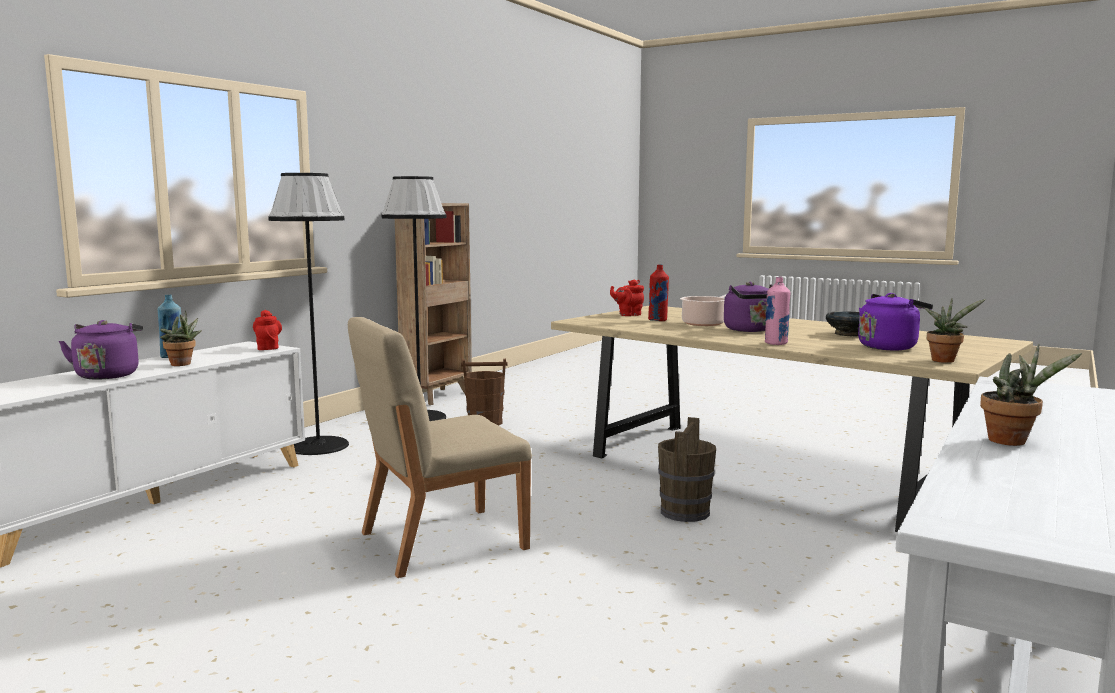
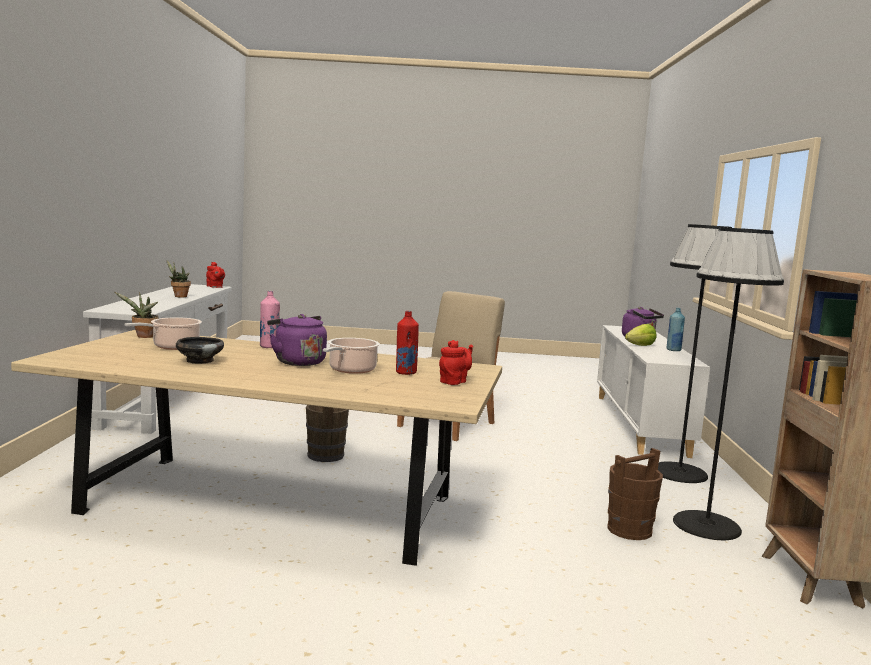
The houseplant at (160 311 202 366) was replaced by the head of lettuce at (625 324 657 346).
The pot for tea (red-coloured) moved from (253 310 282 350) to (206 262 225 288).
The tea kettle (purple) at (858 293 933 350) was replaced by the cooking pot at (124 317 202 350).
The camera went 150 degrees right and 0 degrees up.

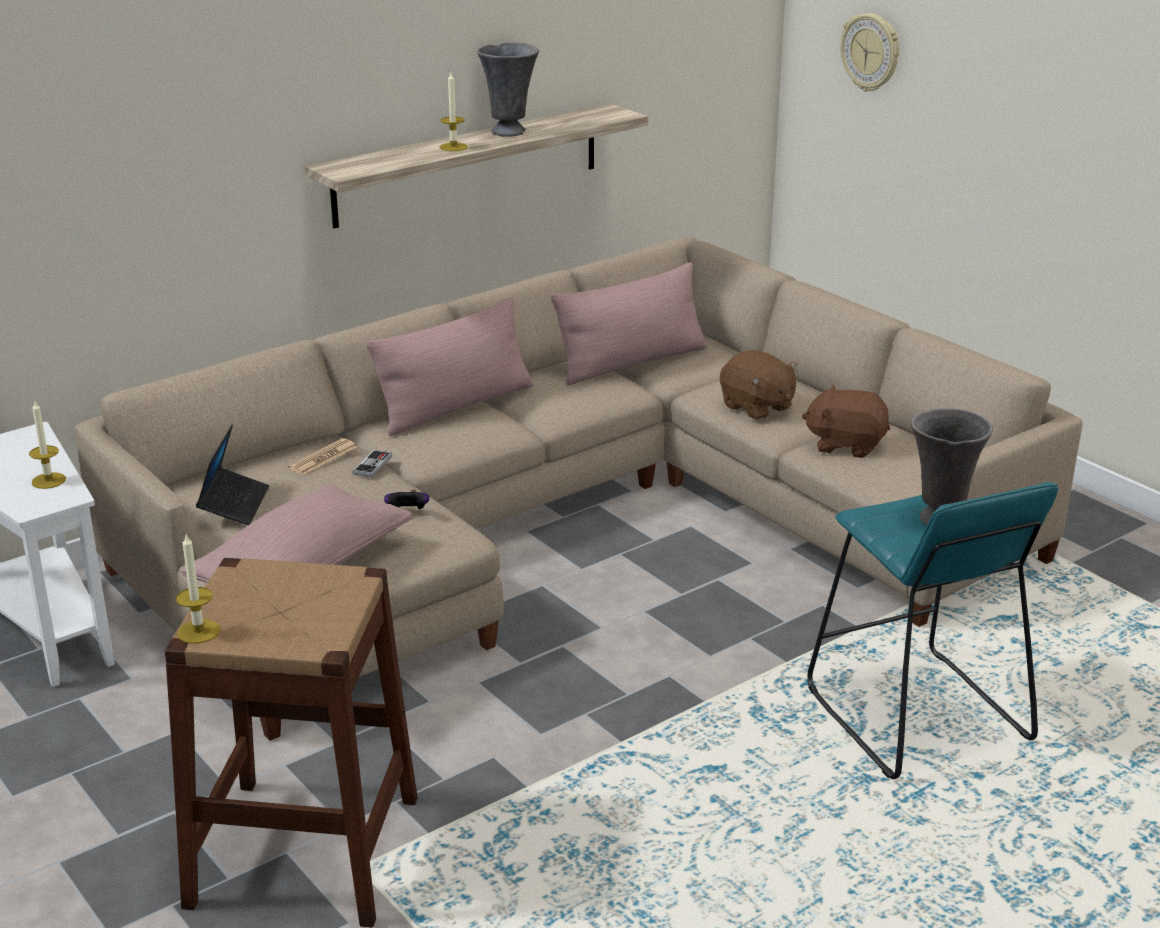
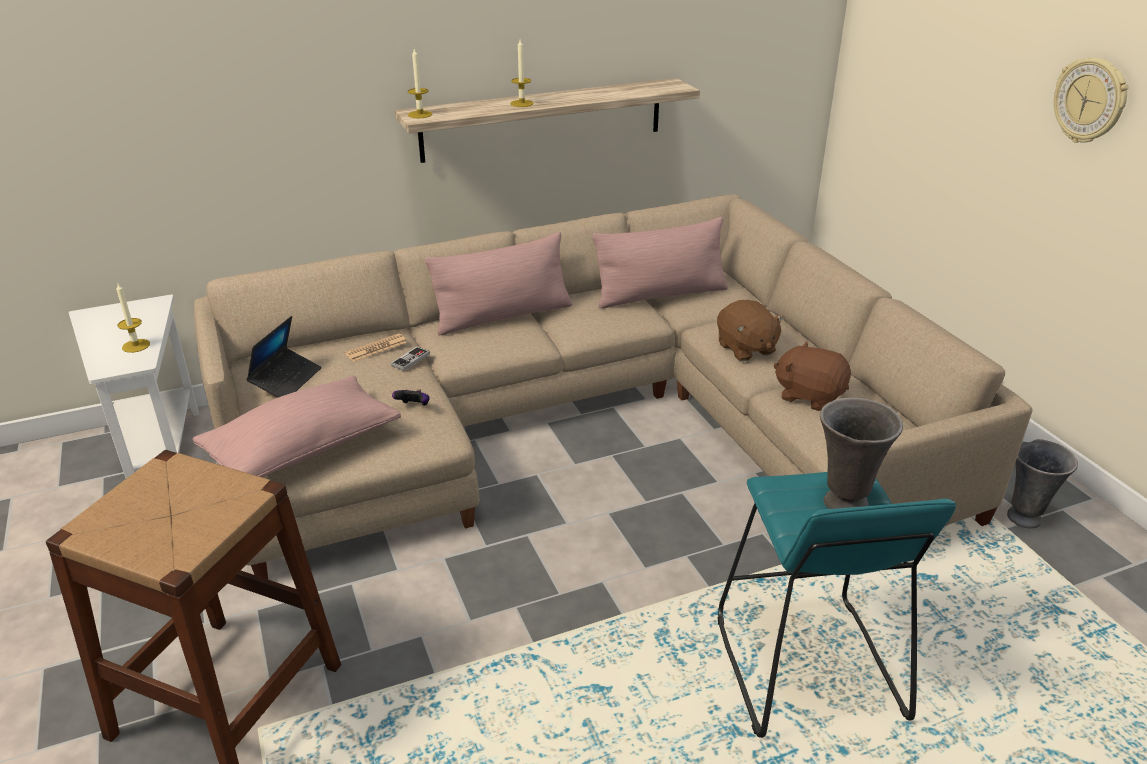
The candle moved from (176 535 221 643) to (408 49 432 118).
The vase (greyish) moved from (477 42 539 137) to (1007 439 1078 528).
The clock on the wall moved from (841 13 899 92) to (1054 58 1128 143).
The camera went 15 degrees right and 5 degrees up.

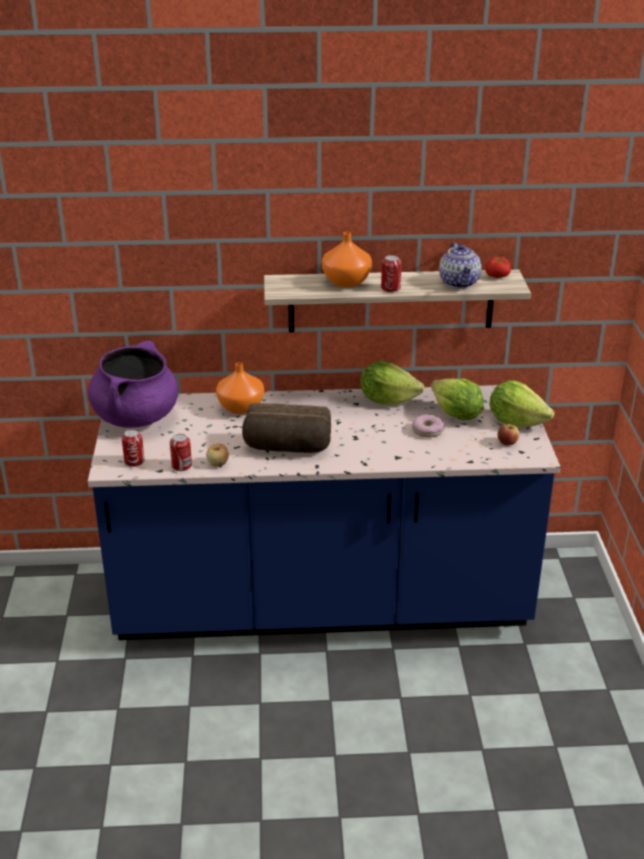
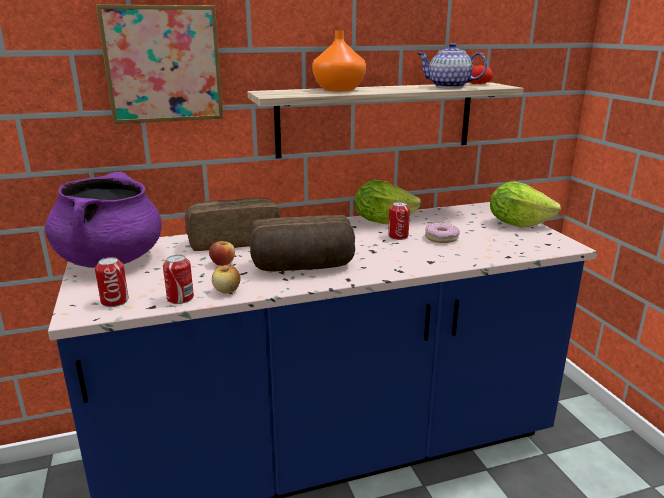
The vase (orange) at (216 362 264 414) was replaced by the baked bread at (185 198 281 251).
The metal can moved from (381 255 402 292) to (388 202 410 240).
The head of lettuce at (431 379 484 420) disappeared.
The pot for tea at (439 242 481 288) turned 135 degrees clockwise.
The apple moved from (497 423 519 446) to (209 239 235 266).
The wall picture at (96 4 223 124) appeared.
The camera went 15 degrees left and 10 degrees down.

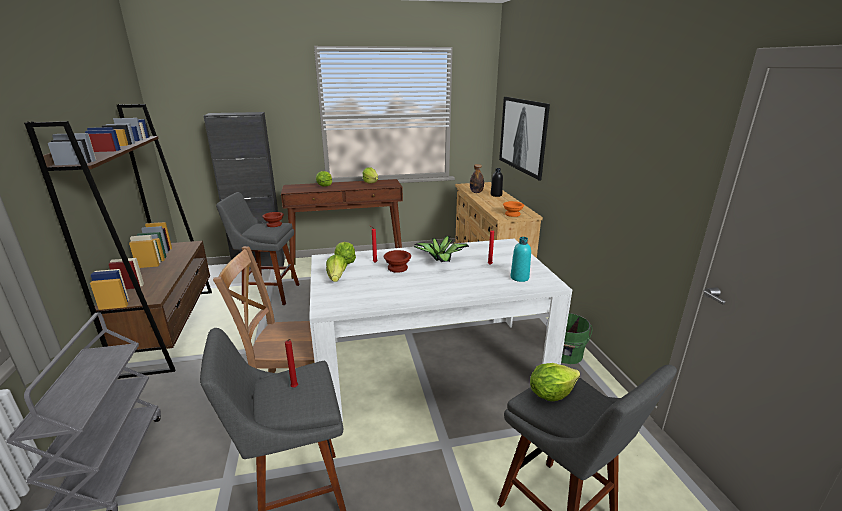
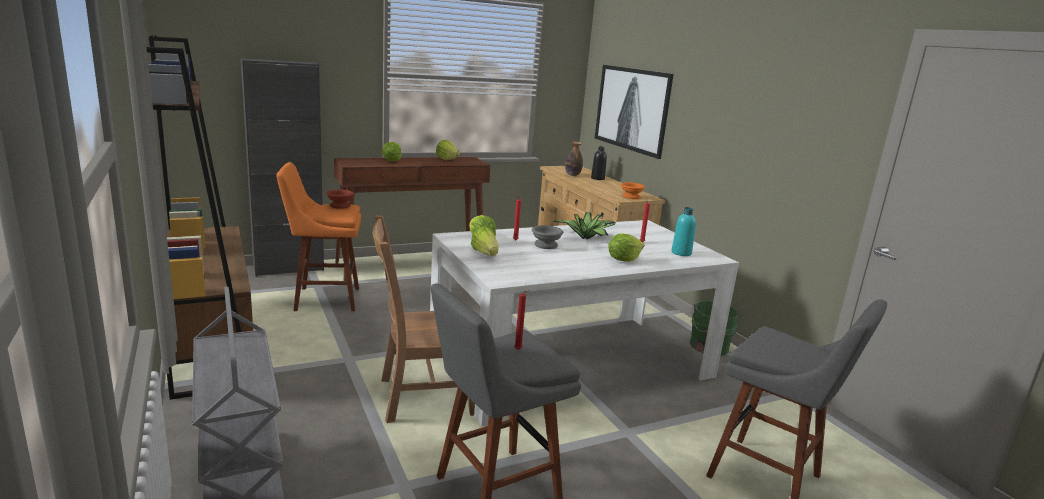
The stool seat (greyish) at (216 192 300 305) became the stool seat (orange) at (276 162 361 311).
The serving bowl (brown-coloured) at (384 250 411 273) became the serving bowl (greyish) at (532 225 563 249).
The head of lettuce moved from (530 363 580 401) to (608 233 644 262).
The camera went 15 degrees left and 5 degrees down.

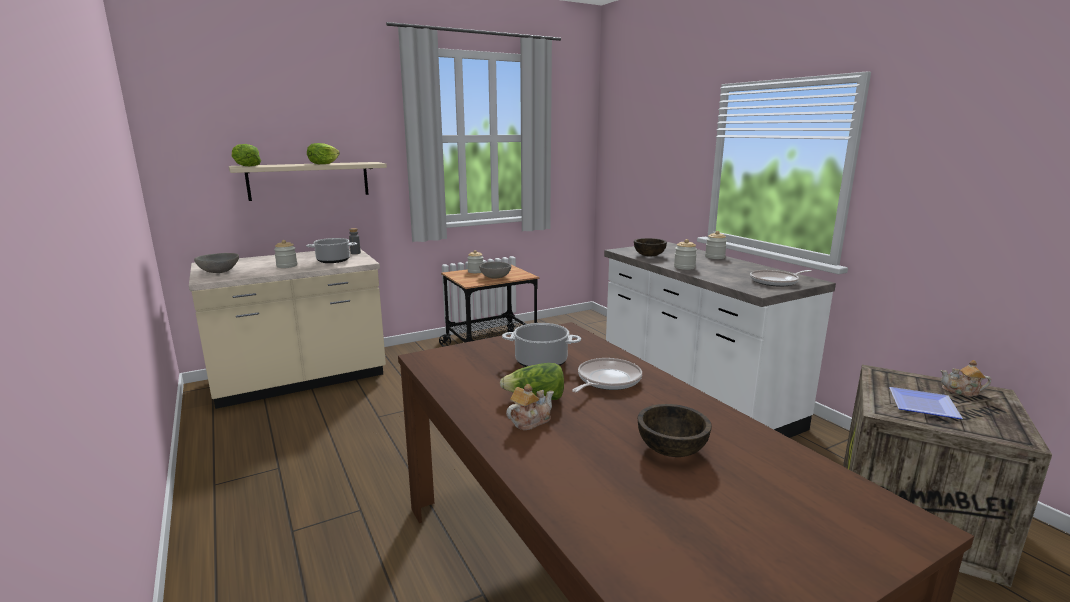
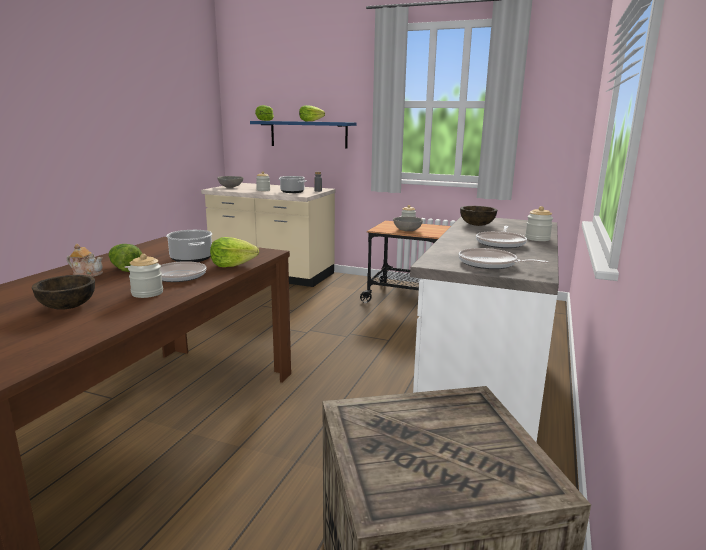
The shelf (sand-coloured) at (229 162 387 201) became the shelf (blue) at (250 121 357 148).
The preserve jar moved from (674 239 697 270) to (128 254 163 298).
The plate at (890 387 963 419) disappeared.
The pot for tea at (940 360 991 397) disappeared.
The head of lettuce at (210 237 259 267) appeared.
The frying pan at (476 226 527 248) appeared.
The camera went 50 degrees right and 0 degrees up.

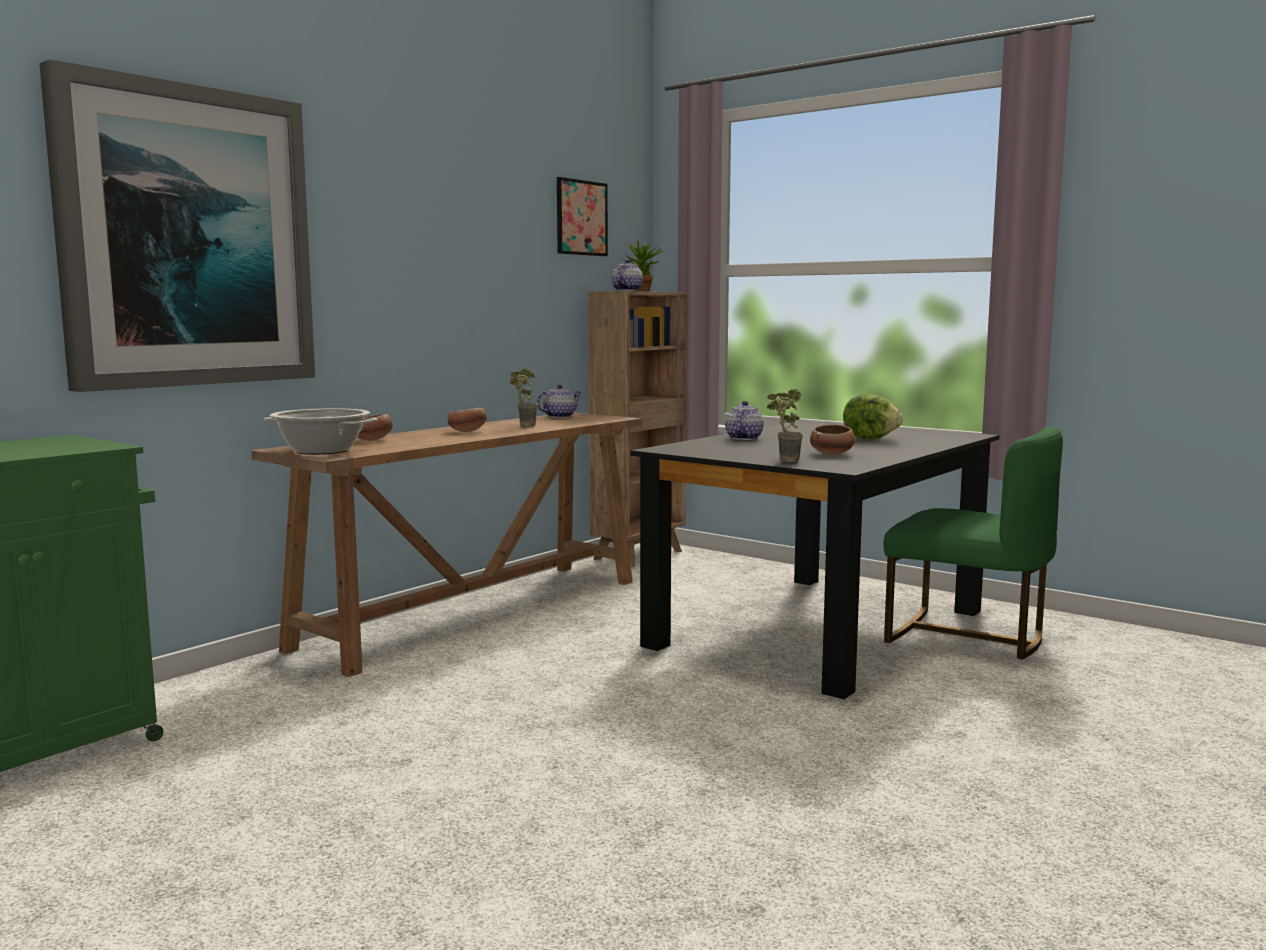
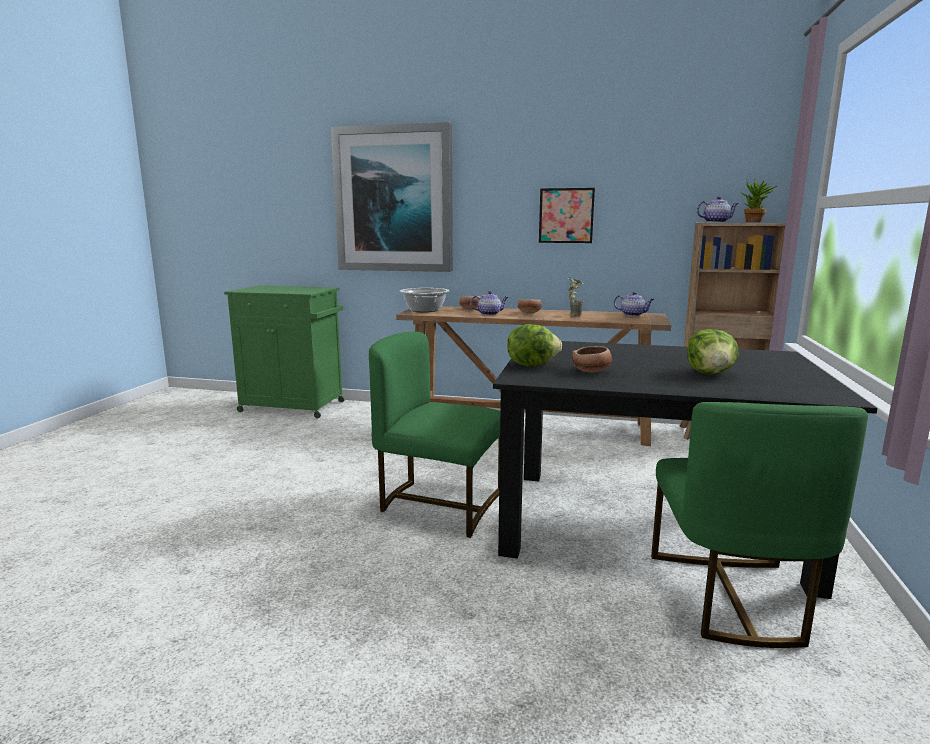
The wall picture moved from (557 177 608 256) to (539 188 595 243).
The pot for tea moved from (725 401 764 440) to (470 291 508 315).
The houseplant at (767 389 803 462) was replaced by the head of lettuce at (507 324 562 367).
The chair (greenish) at (369 332 500 538) appeared.
The camera went 65 degrees right and 5 degrees up.

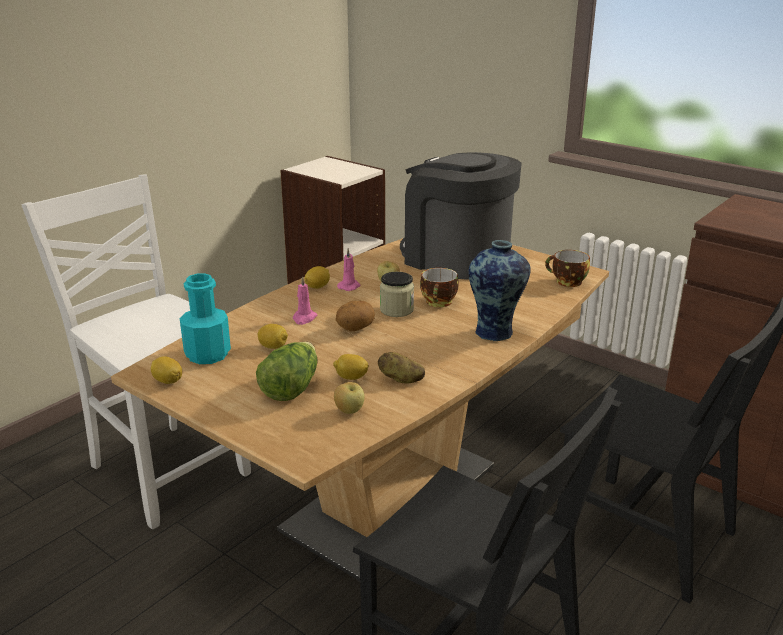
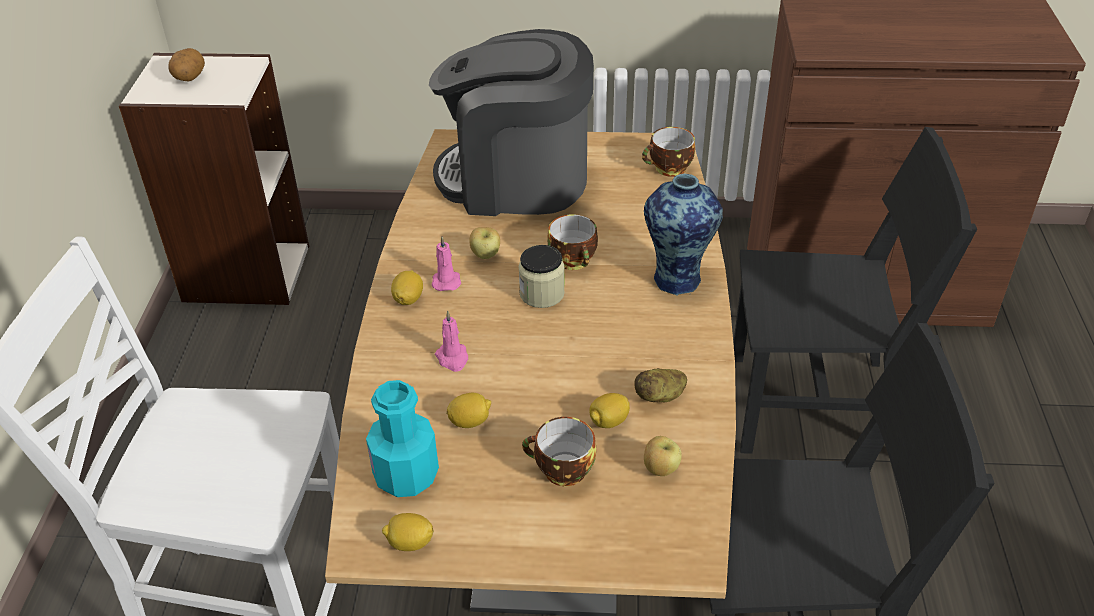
The head of lettuce at (256 342 318 401) was replaced by the cup at (522 417 596 486).
The whole potato moved from (336 301 375 331) to (168 48 205 81).
The camera went 35 degrees left and 15 degrees up.

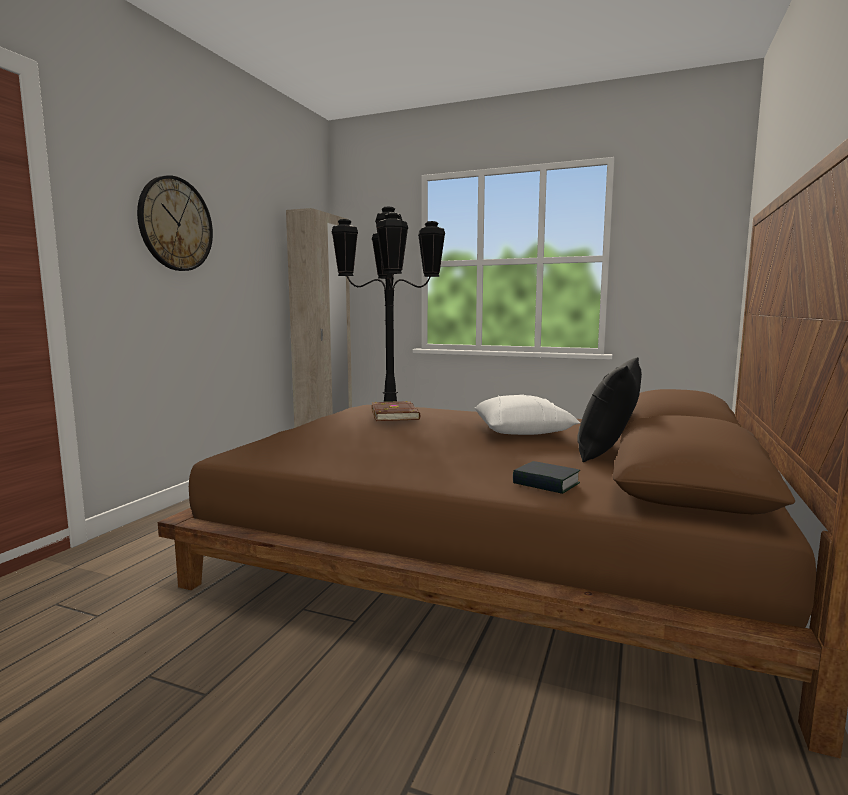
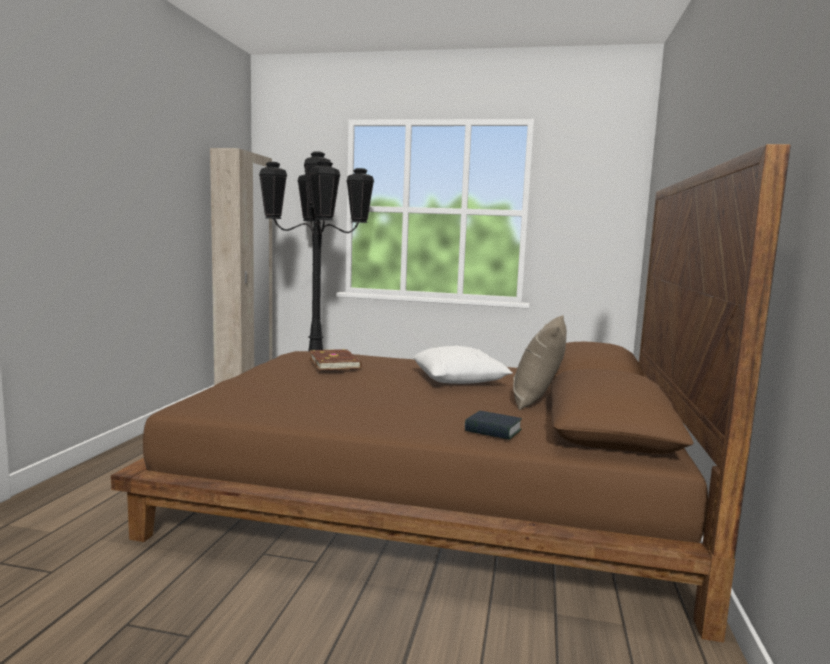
The clock on the wall at (137 175 213 271) disappeared.
The pillow (blackish) at (577 357 642 462) became the pillow (sand-coloured) at (513 315 567 410).
The camera went 10 degrees left and 0 degrees up.

